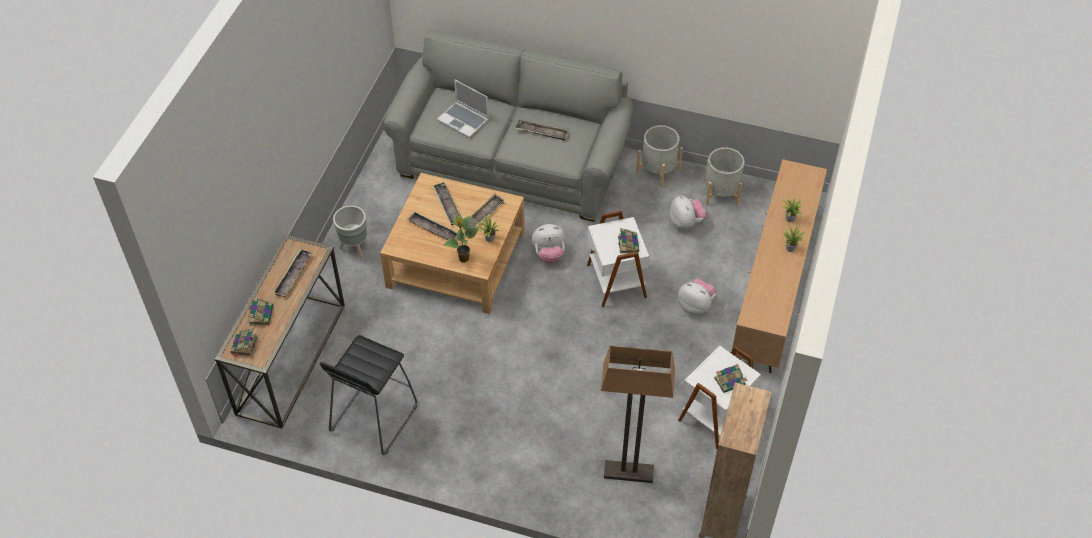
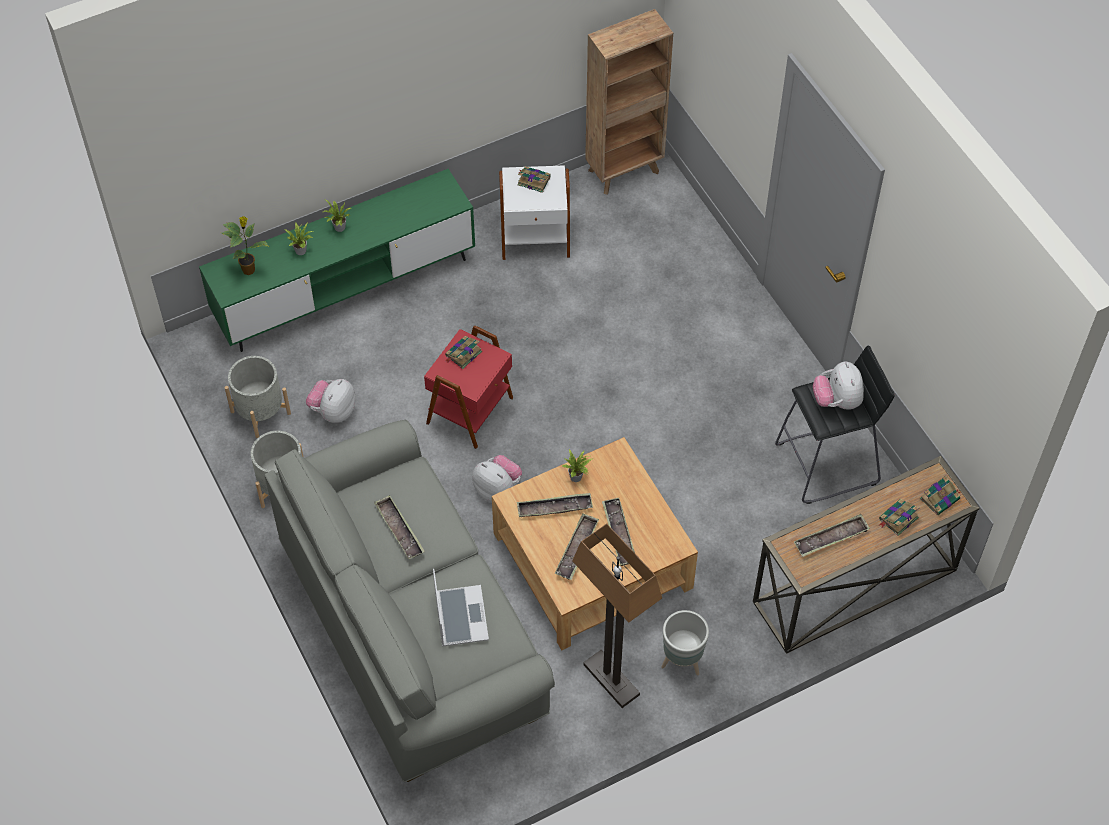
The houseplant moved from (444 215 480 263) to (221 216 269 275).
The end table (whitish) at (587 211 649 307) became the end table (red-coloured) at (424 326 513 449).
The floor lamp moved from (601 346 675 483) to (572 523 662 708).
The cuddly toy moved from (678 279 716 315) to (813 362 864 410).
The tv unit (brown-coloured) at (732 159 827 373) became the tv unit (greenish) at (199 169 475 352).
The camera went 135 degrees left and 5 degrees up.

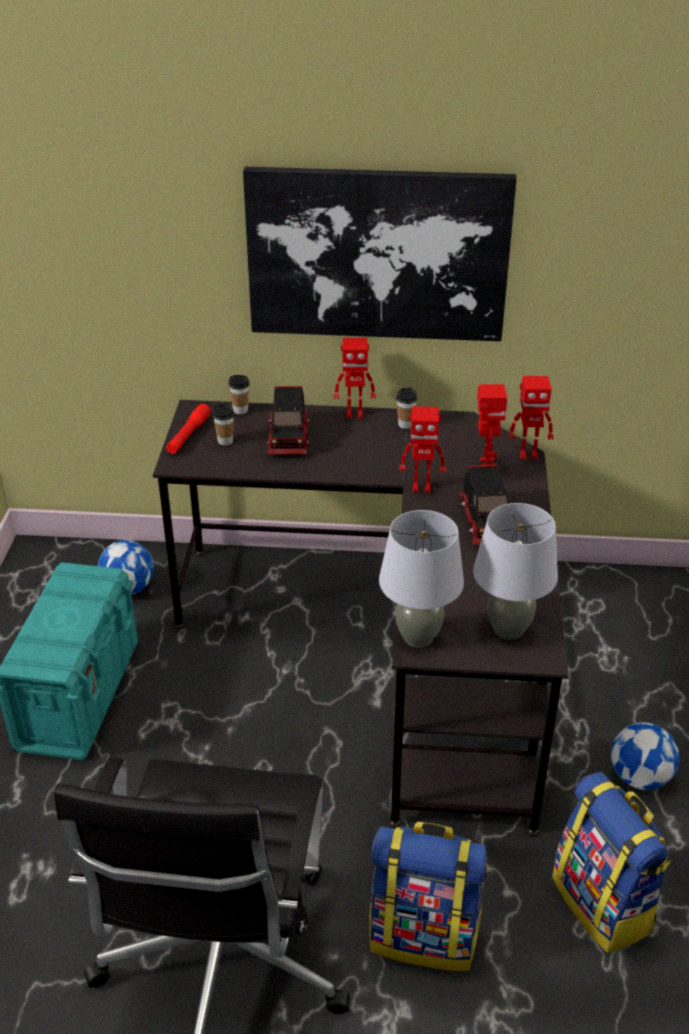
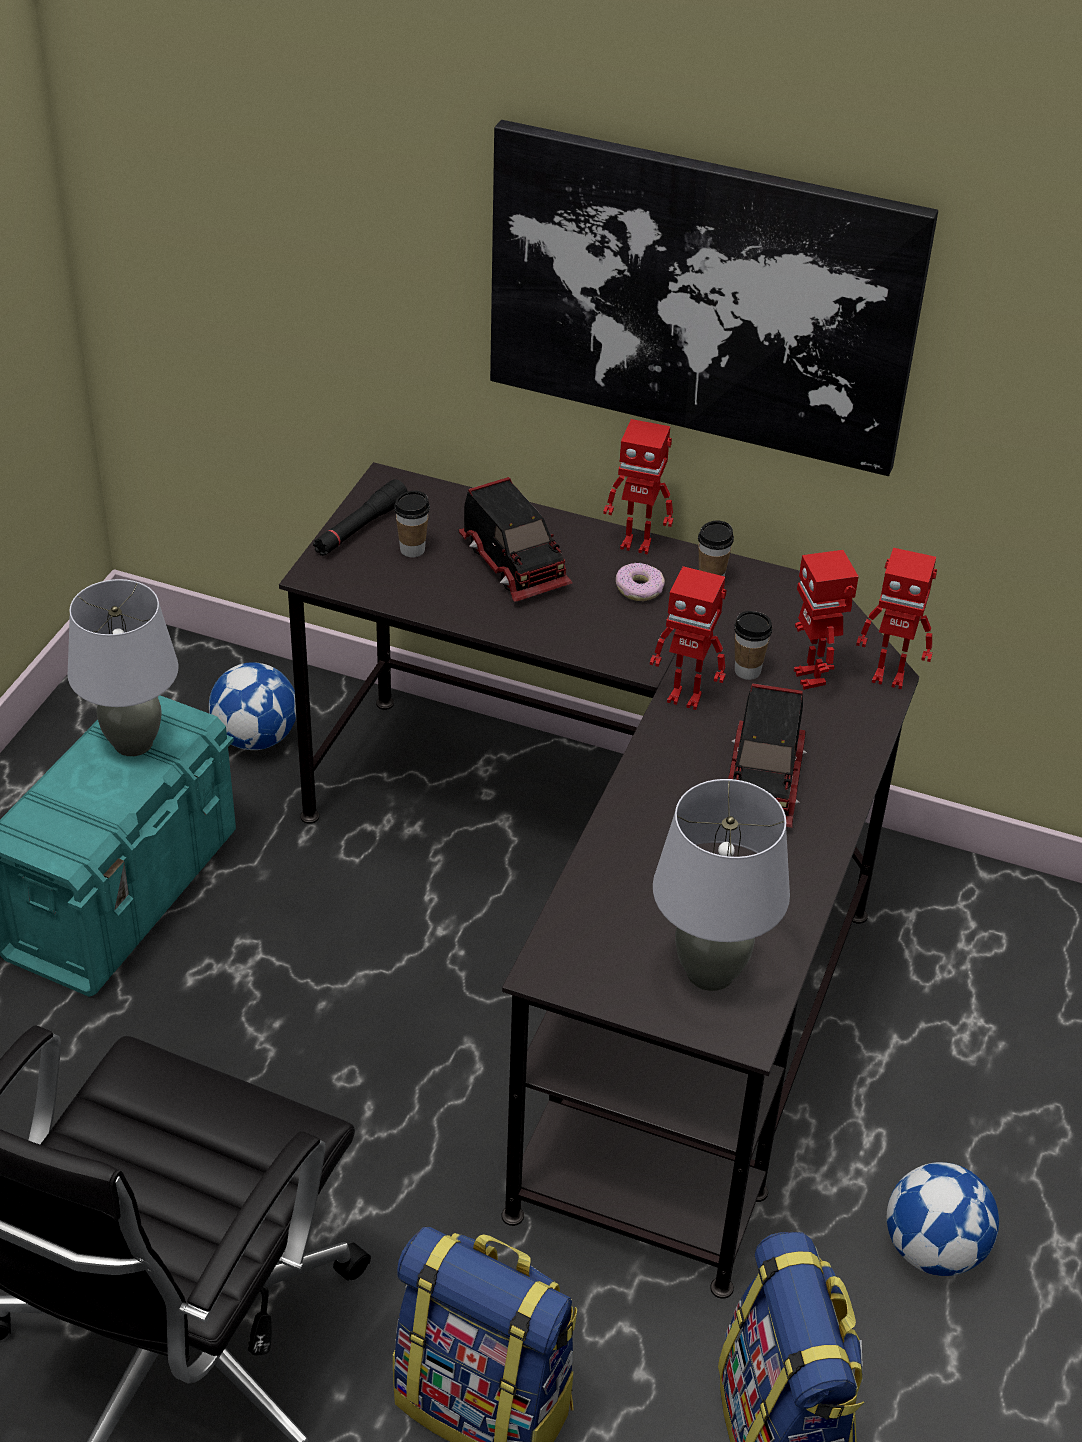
The torch (red-coloured) at (166 404 211 454) became the torch (blackish) at (313 479 408 556).
The cup moved from (228 375 249 414) to (734 611 772 680).
The model truck at (266 386 310 454) turned 45 degrees counterclockwise.
The table lamp (greyish) moved from (379 510 464 648) to (67 579 179 756).
The model robot at (477 384 507 466) turned 150 degrees clockwise.
The ring doughnut at (616 563 665 601) appeared.
The camera went 15 degrees right and 5 degrees up.

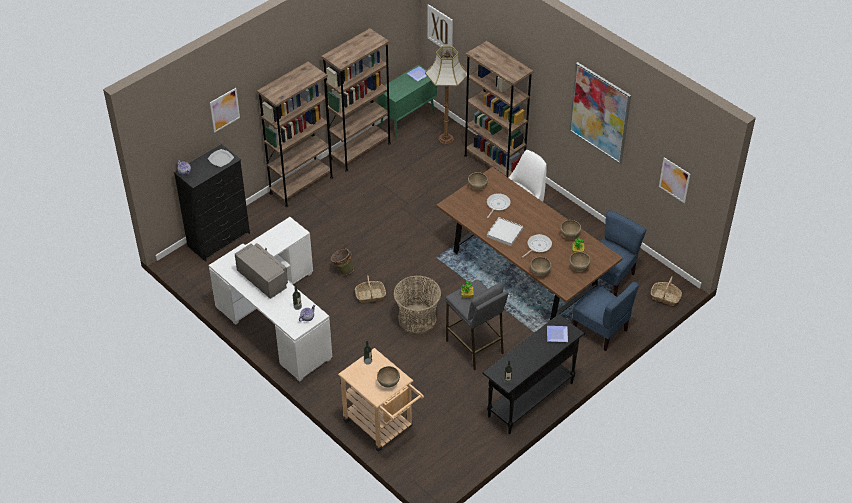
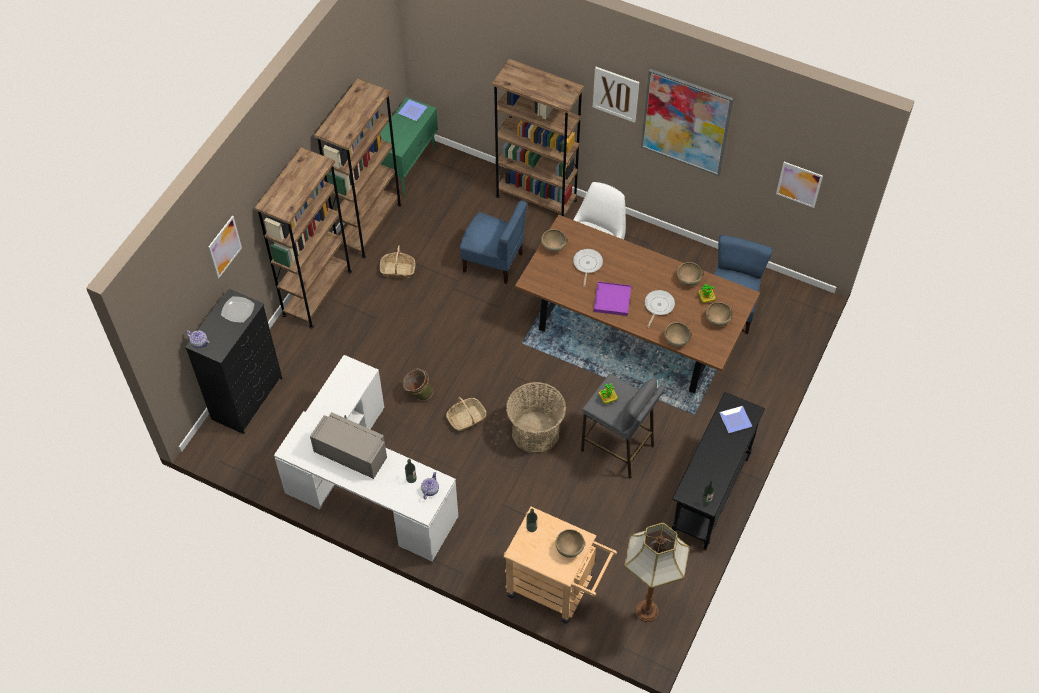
The floor lamp moved from (425 46 467 144) to (624 523 689 622).
The wall picture moved from (427 4 453 47) to (593 67 639 123).
The tray (whitish) at (487 217 523 246) became the tray (purple) at (594 281 631 316).
The chair (blue) moved from (572 282 639 351) to (460 200 527 284).
The storage basket moved from (651 277 682 306) to (380 245 415 278).
The camera went 20 degrees left and 10 degrees up.

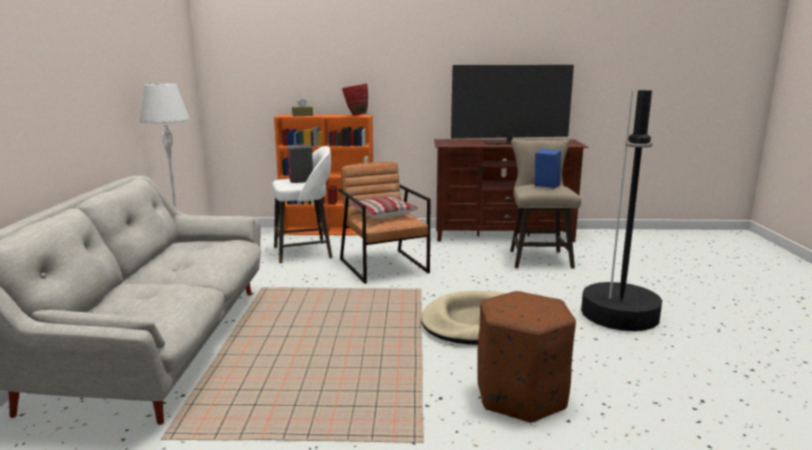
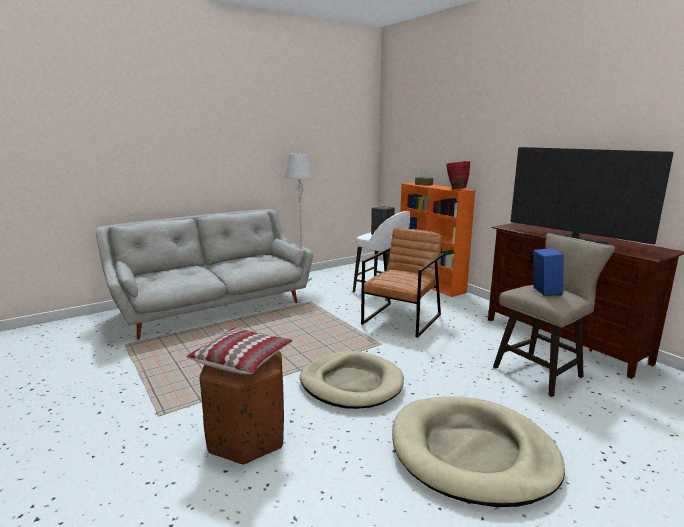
The pillow moved from (348 197 418 219) to (186 327 293 375).
The floor lamp (blackish) at (581 90 662 331) was replaced by the dog bed (sand-coloured) at (392 396 565 507).
The camera went 55 degrees right and 0 degrees up.

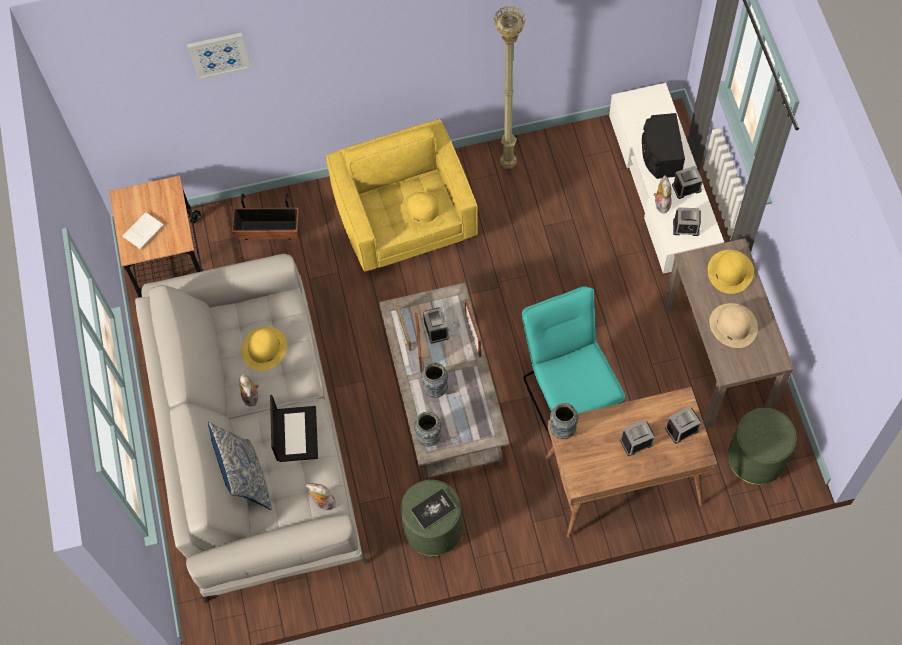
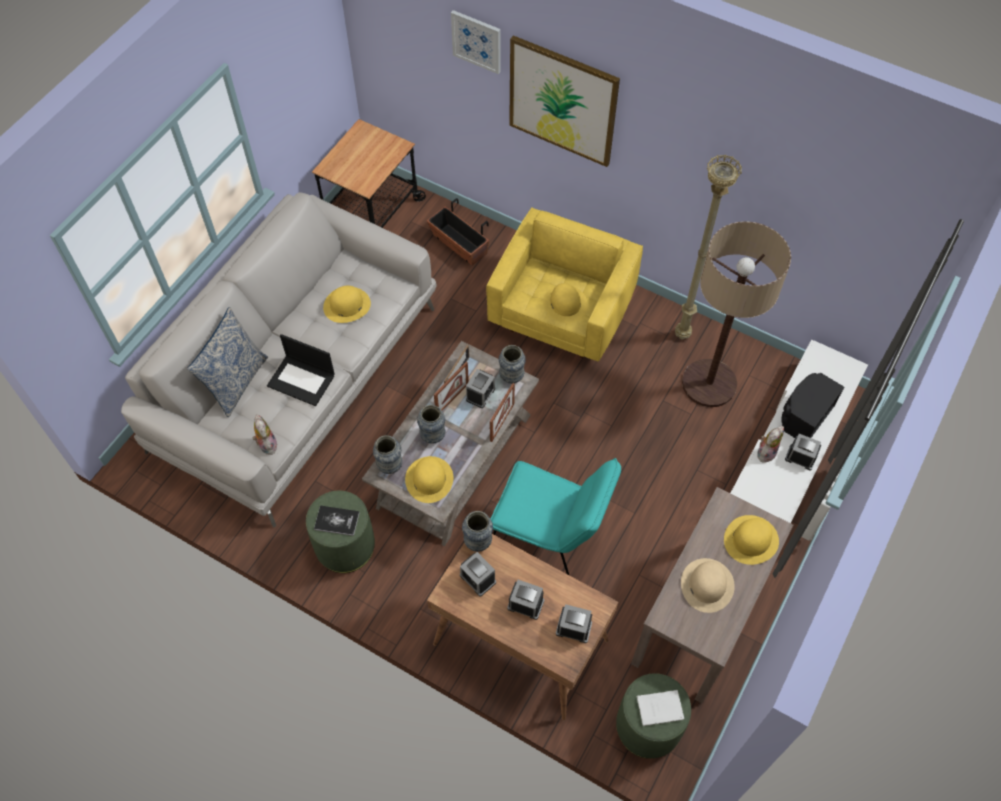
The bound book (whitish) moved from (122 212 163 250) to (637 690 684 726).
The cuddly toy at (239 374 259 407) disappeared.
The notebook computer at (270 395 318 462) turned 75 degrees clockwise.
The chair (turquoise) at (522 286 625 442) turned 90 degrees clockwise.
The alarm clock moved from (673 207 701 236) to (460 552 496 596).
The hat (yellow) at (405 456 453 503) appeared.
The vase at (499 345 526 384) appeared.
The wall picture at (509 35 620 167) appeared.
The floor lamp at (682 222 791 407) appeared.
The camera went 40 degrees right and 5 degrees down.

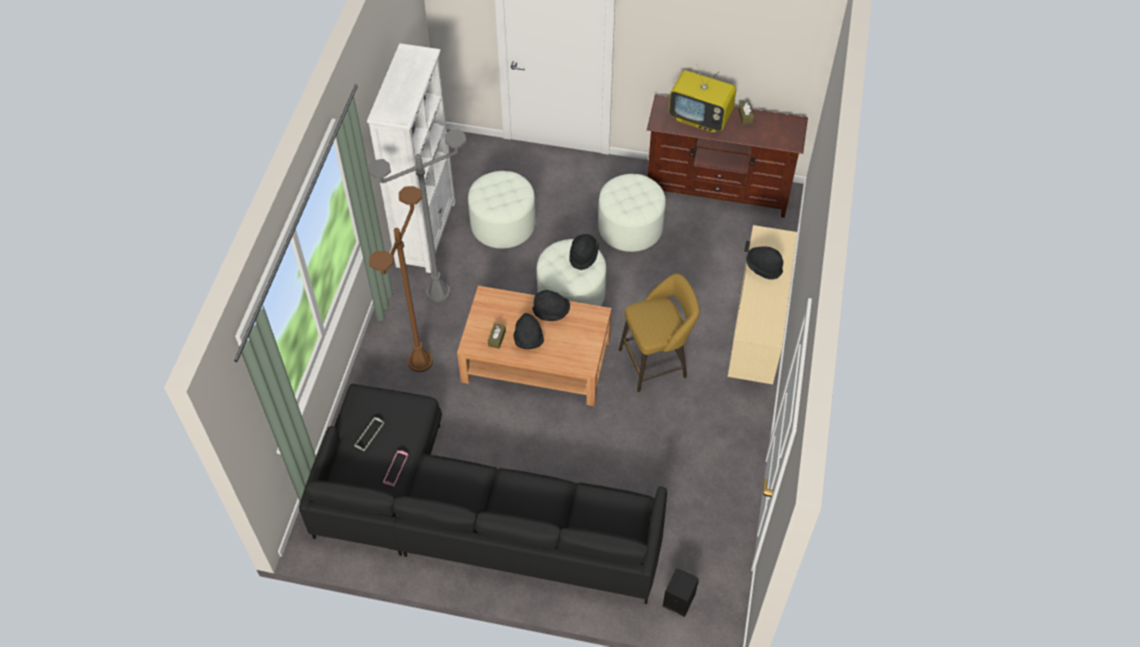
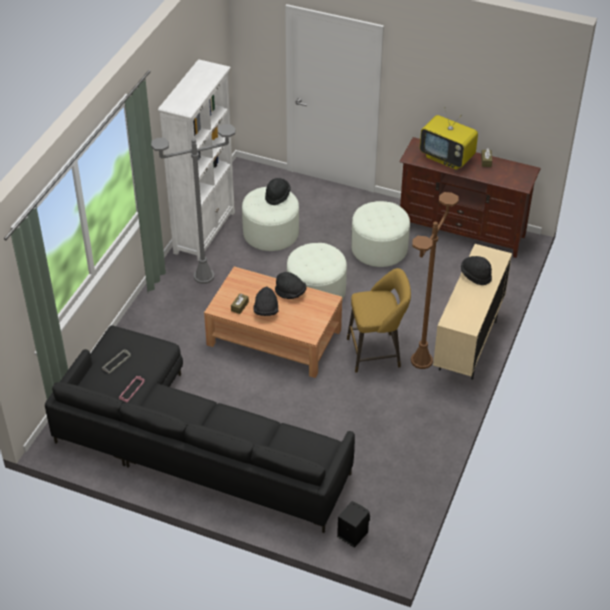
The floor lamp (brown-coloured) moved from (369 186 433 372) to (411 192 458 369).
The hat (blackish) moved from (569 234 599 270) to (265 178 291 206).
The camera went 10 degrees right and 10 degrees down.

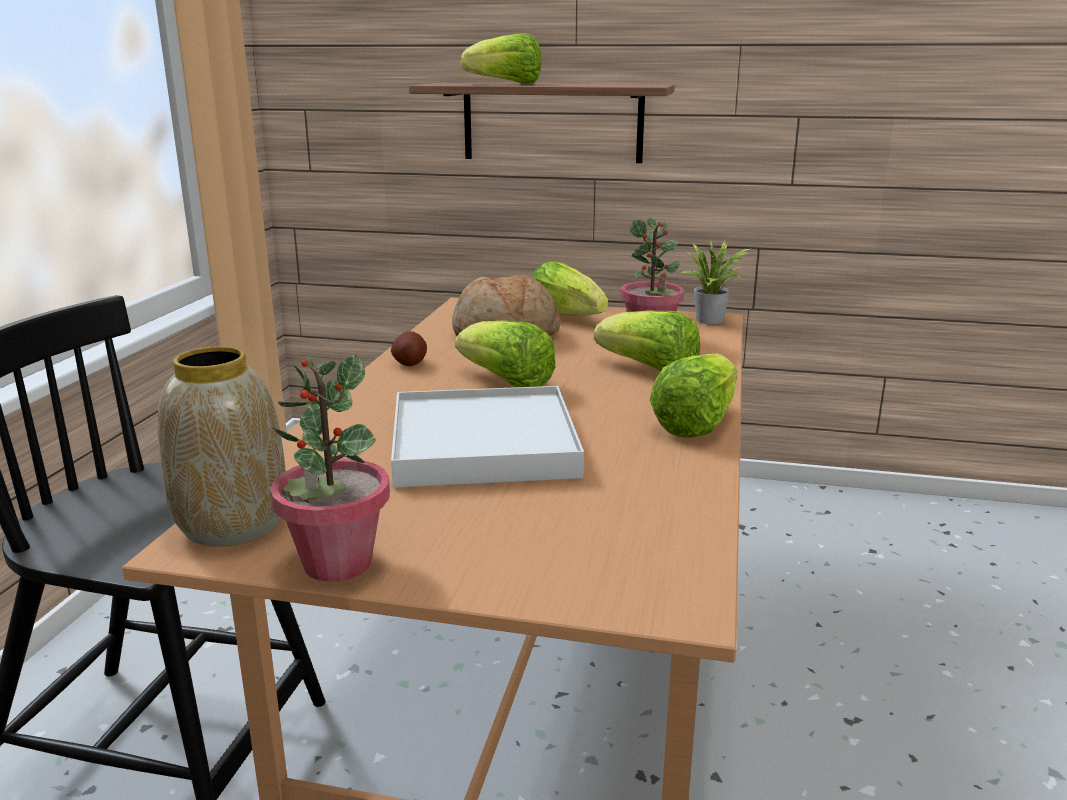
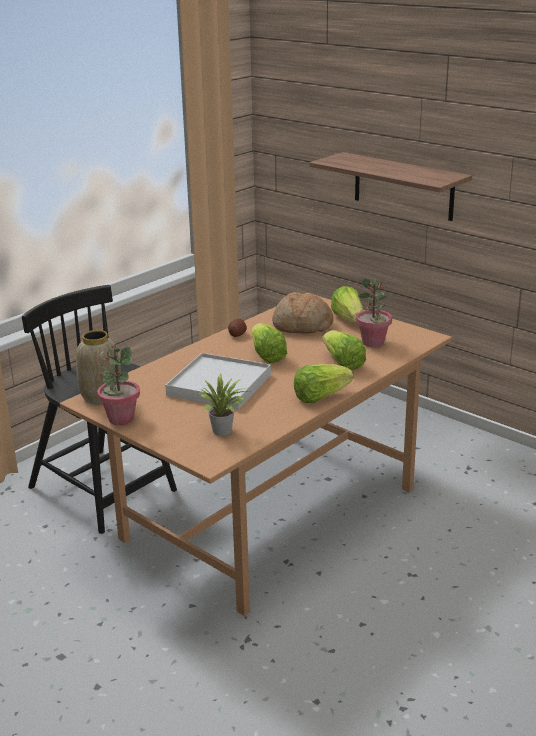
The head of lettuce at (461 33 541 84) disappeared.
The houseplant moved from (682 240 752 324) to (199 373 248 436).
The camera went 30 degrees right and 5 degrees up.

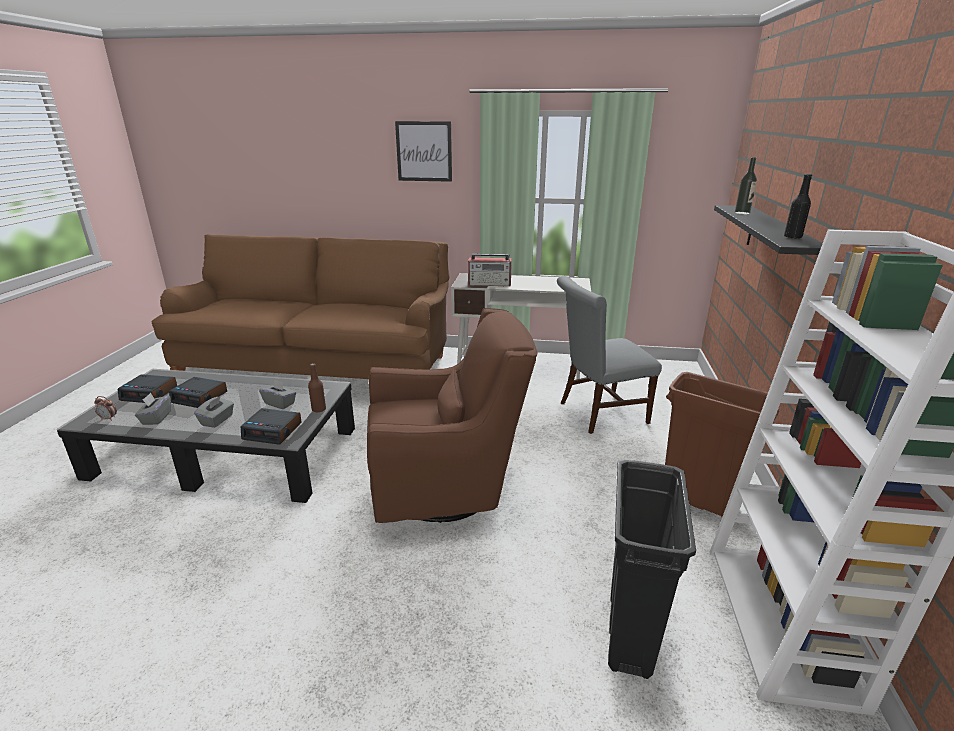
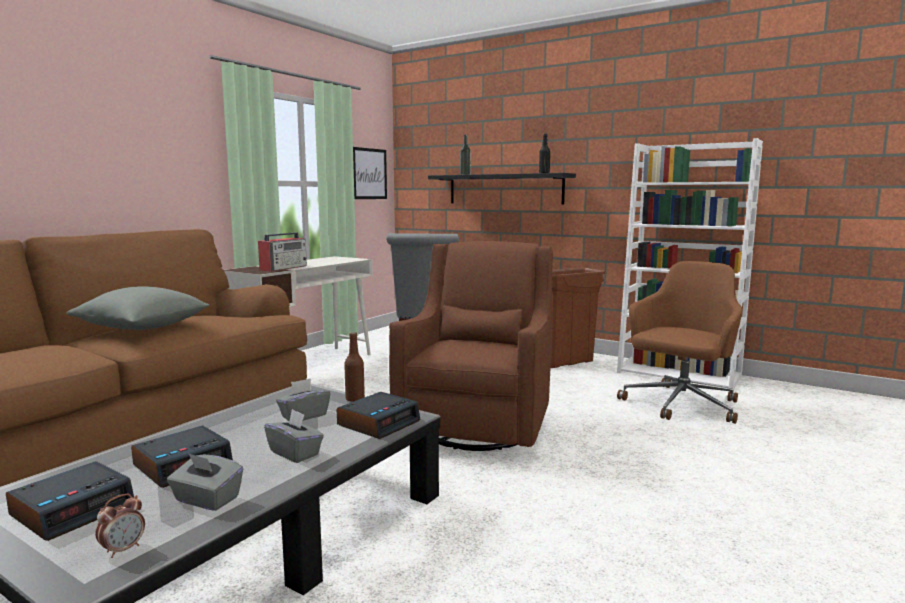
The wall picture moved from (395 121 452 182) to (353 147 387 199).
The waste bin (blackish) at (608 460 696 679) was replaced by the desk chair (brown-coloured) at (617 261 742 424).
The pillow (greyish) at (66 286 210 330) appeared.
The camera went 65 degrees left and 15 degrees down.

